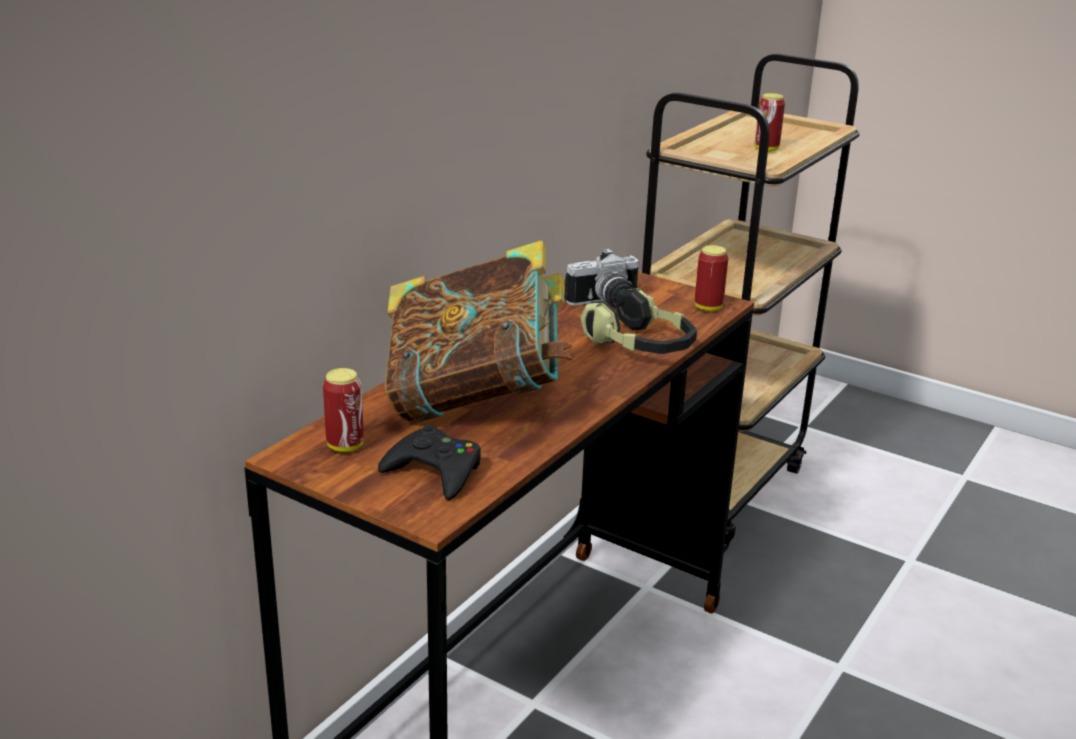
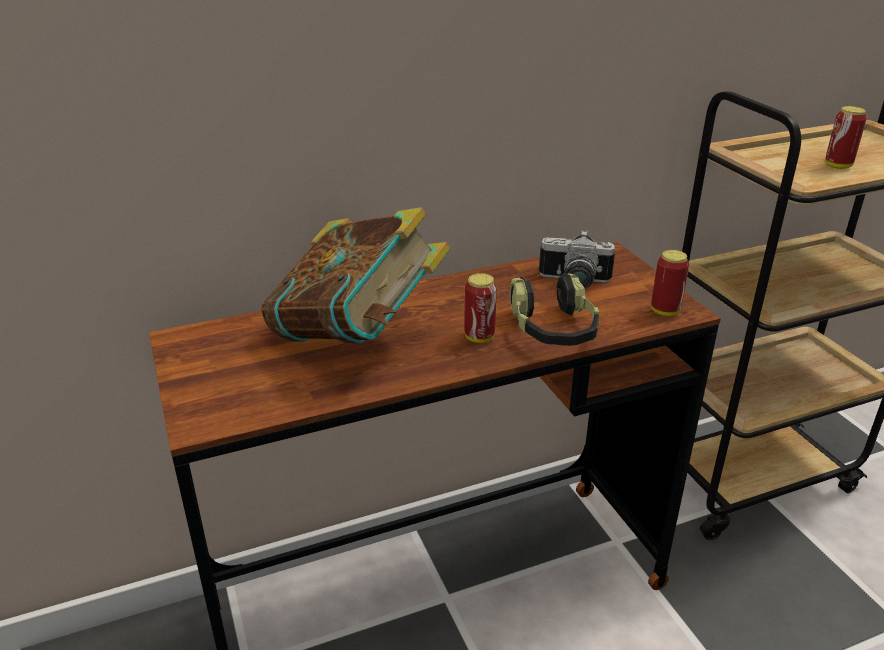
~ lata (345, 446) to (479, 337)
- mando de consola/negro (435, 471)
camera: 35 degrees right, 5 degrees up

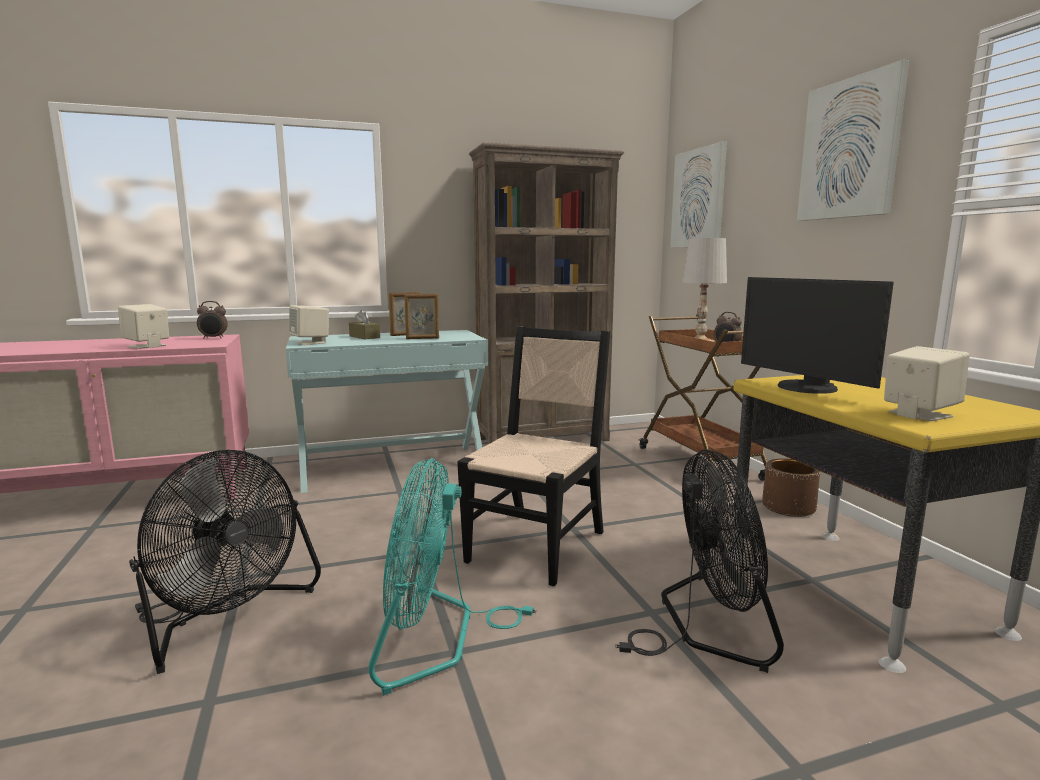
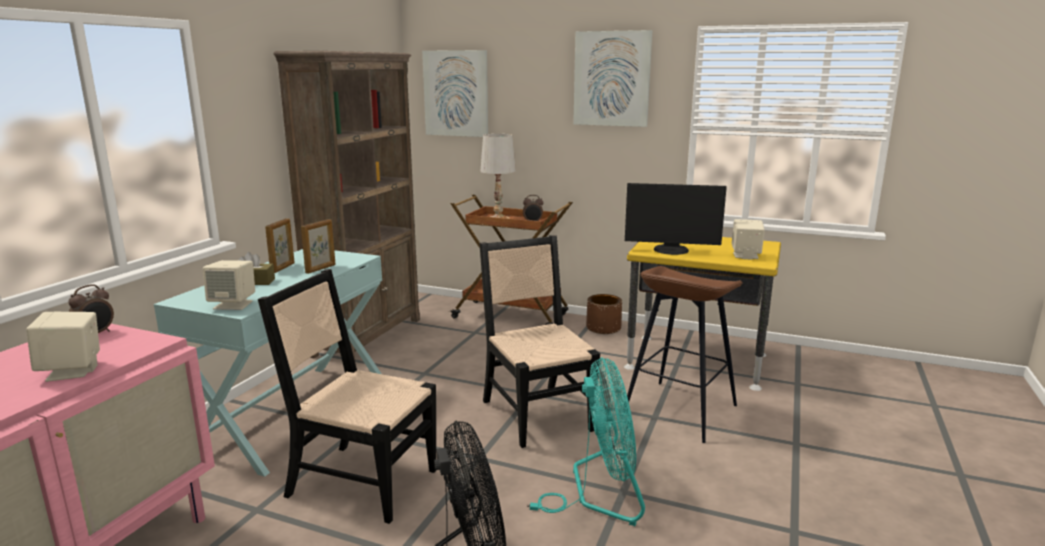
~ ventilador/negro (699, 623) to taburete/marrón (679, 410)
~ ventilador/turquesa (440, 632) = (596, 488) 135 degrees counterclockwise
+ silla (363, 483)
camera: 50 degrees left, 5 degrees up

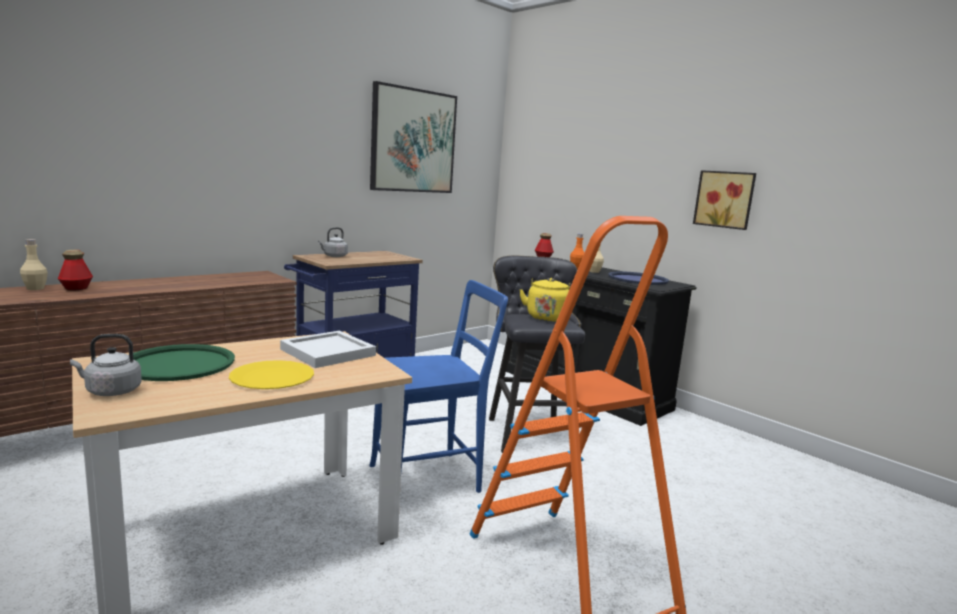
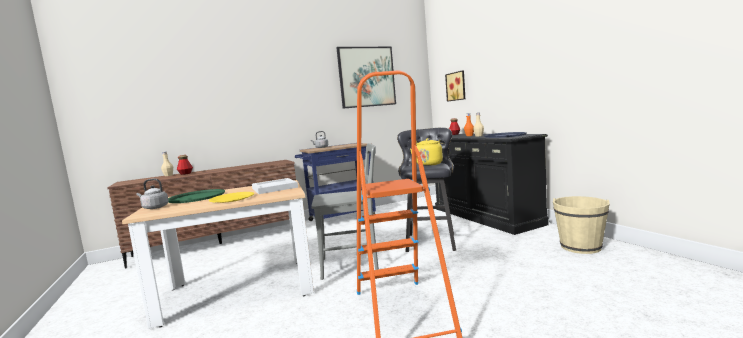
~ cuadro (725, 199) to (456, 86)
~ silla/azul (431, 478) to silla/gris (353, 265)
+ cubo/beis (580, 247)
camera: 20 degrees right, 5 degrees down

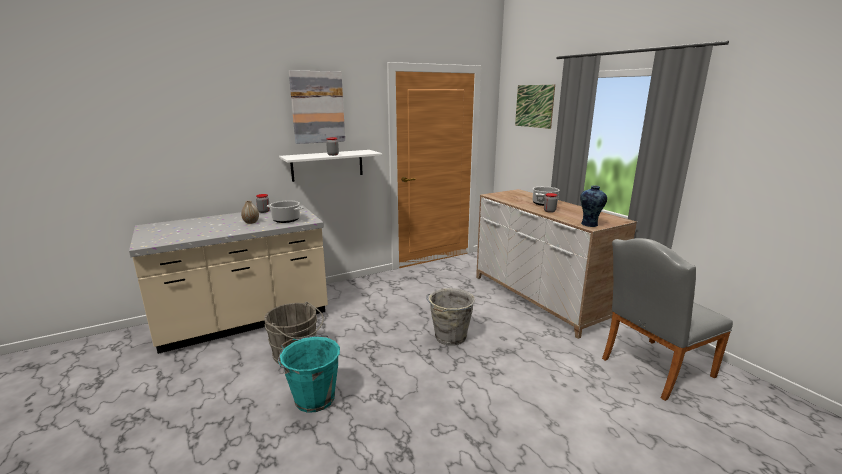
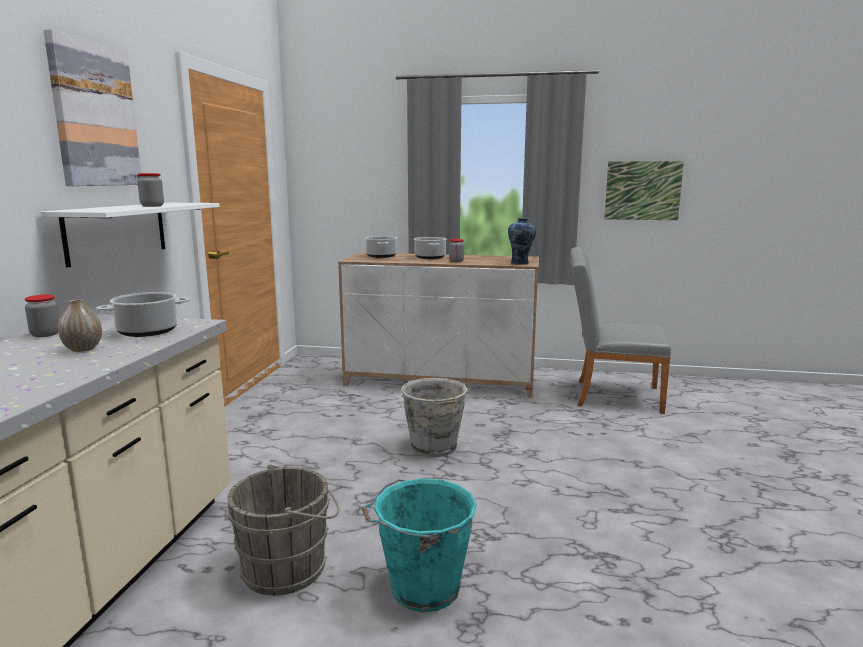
~ cuadro (534, 106) to (643, 190)
~ silla/gris (652, 369) = (610, 395) 90 degrees clockwise
+ olla (381, 256)
camera: 50 degrees left, 5 degrees down

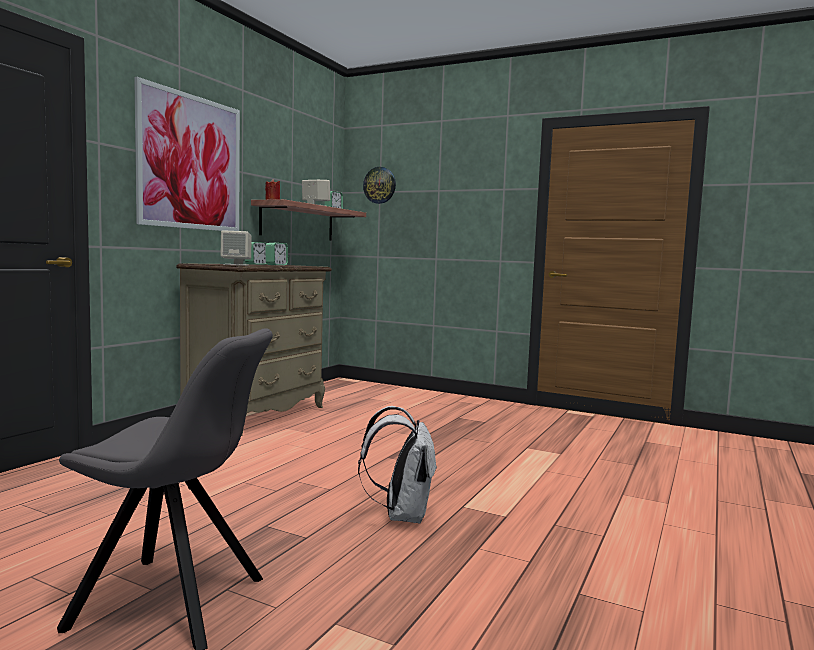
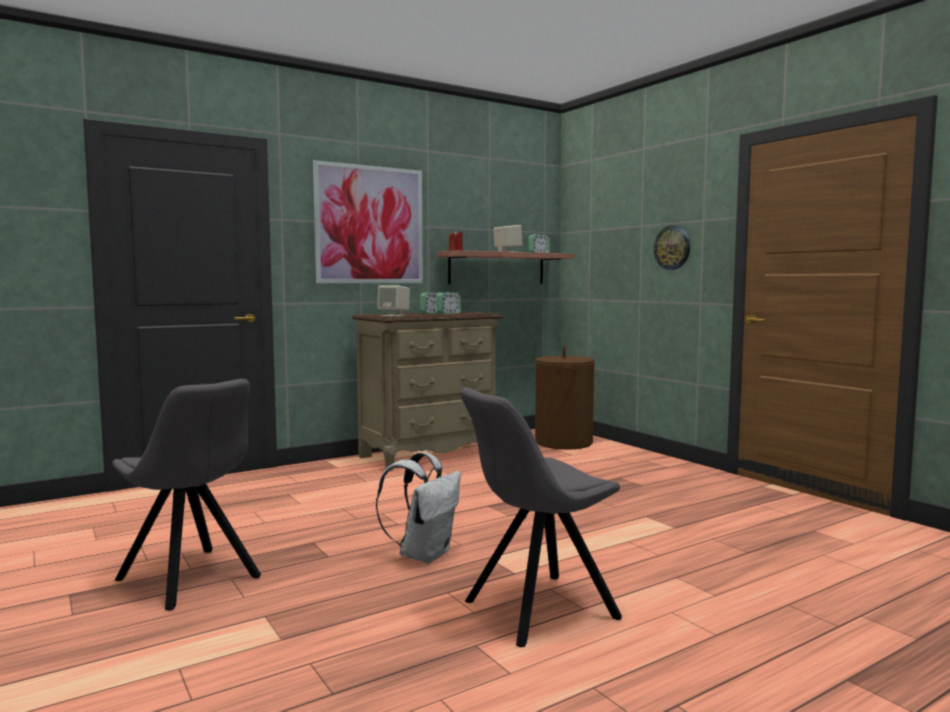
~ reloj de pared (379, 185) to (672, 247)
+ cesto de la ropa/marrón (563, 442)
+ silla/gris (539, 609)
camera: 30 degrees right, 0 degrees up

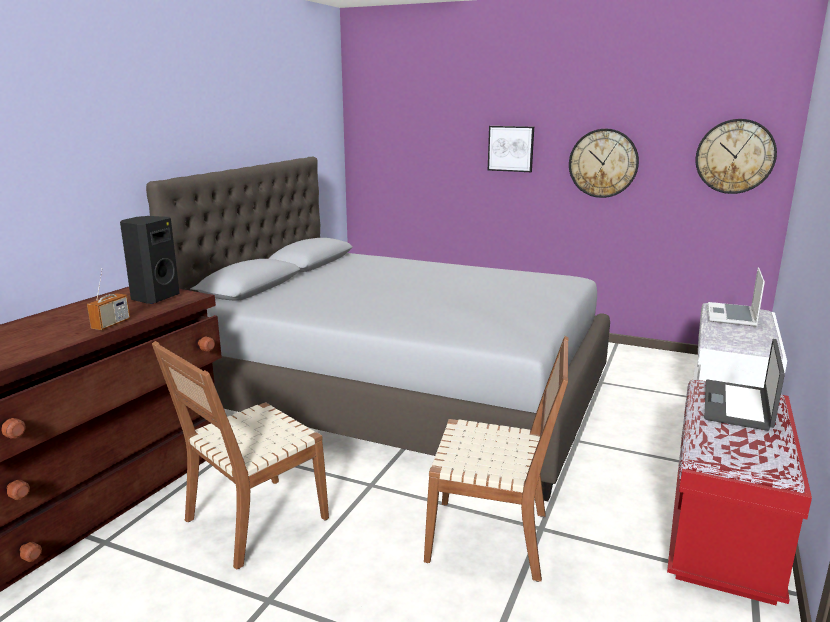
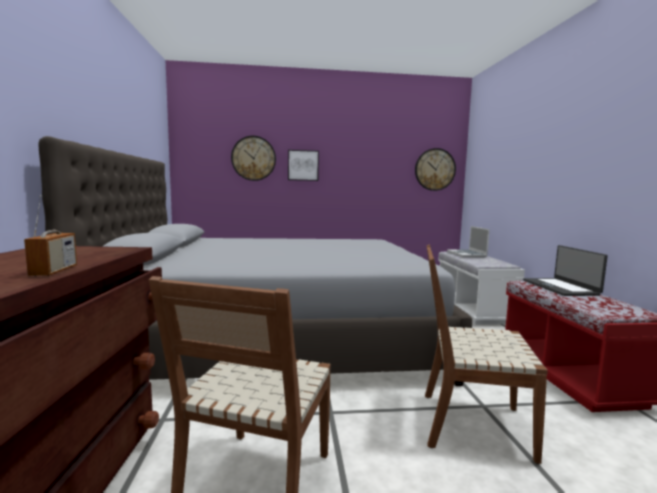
~ reloj de pared (603, 163) to (253, 158)
- altavoz/negro (154, 298)
~ silla (494, 539) = (468, 425) 150 degrees counterclockwise
camera: 30 degrees left, 10 degrees down

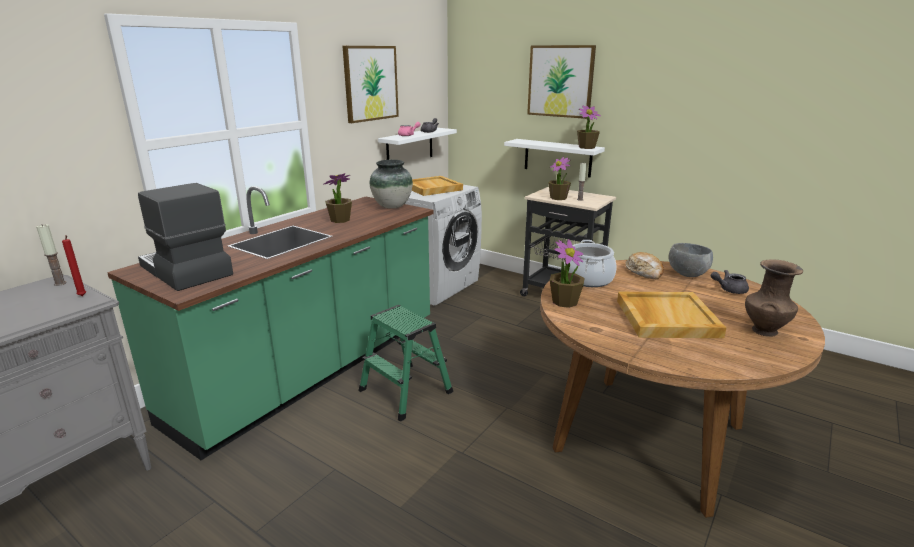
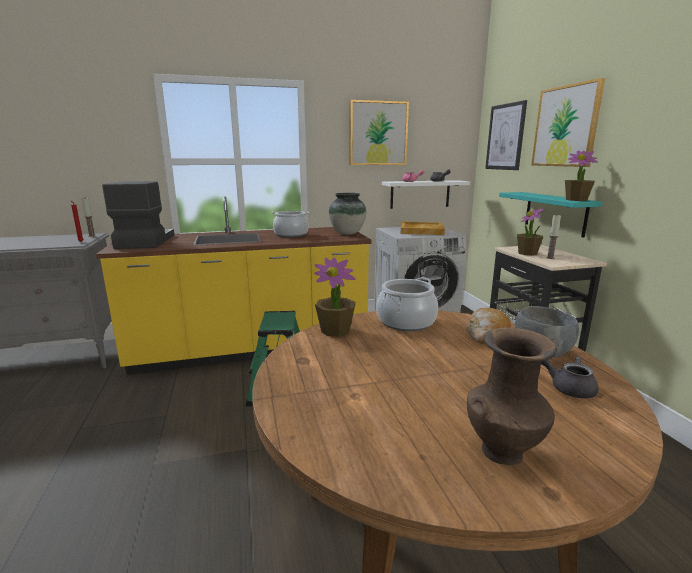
~ estante/blanco (557, 158) to estante/turquesa (555, 213)
~ planta en maceta (340, 220) to olla (291, 234)
~ mueble bajo de cocina/verde (313, 370) to mueble bajo de cocina/amarillo (251, 349)
- bandeja/beis (665, 318)
+ cuadro (505, 137)
camera: 40 degrees right, 5 degrees down

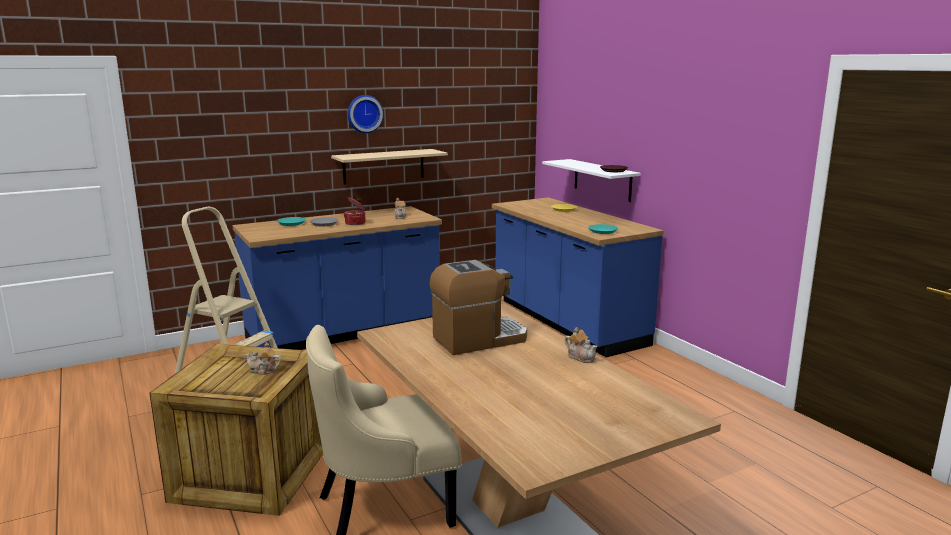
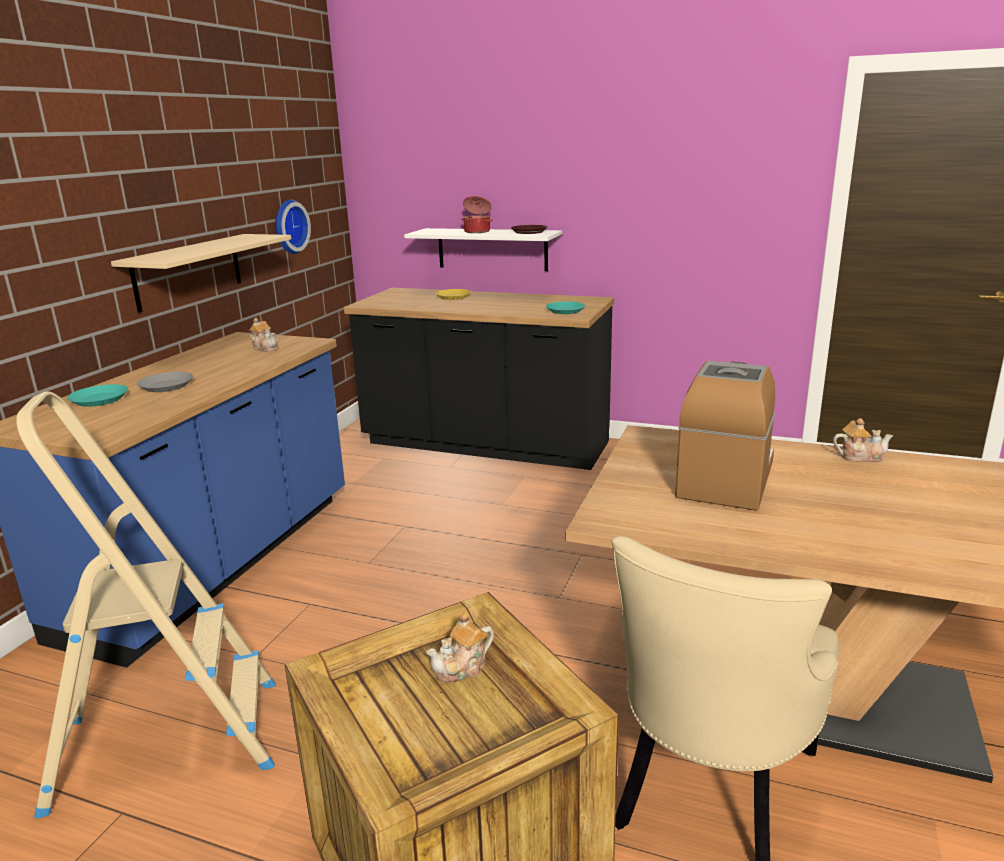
~ reloj de pared (364, 113) to (288, 226)
~ olla (356, 223) to (477, 231)
~ mueble bajo de cocina/azul (566, 322) to mueble bajo de cocina/negro (485, 445)
camera: 40 degrees left, 5 degrees up

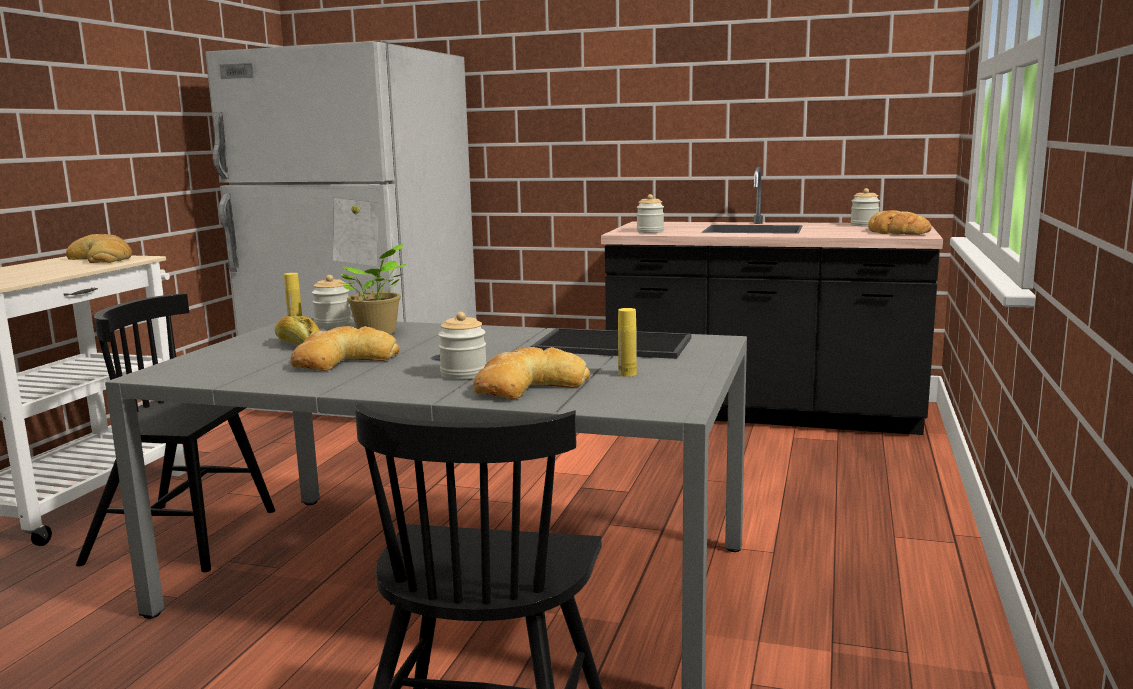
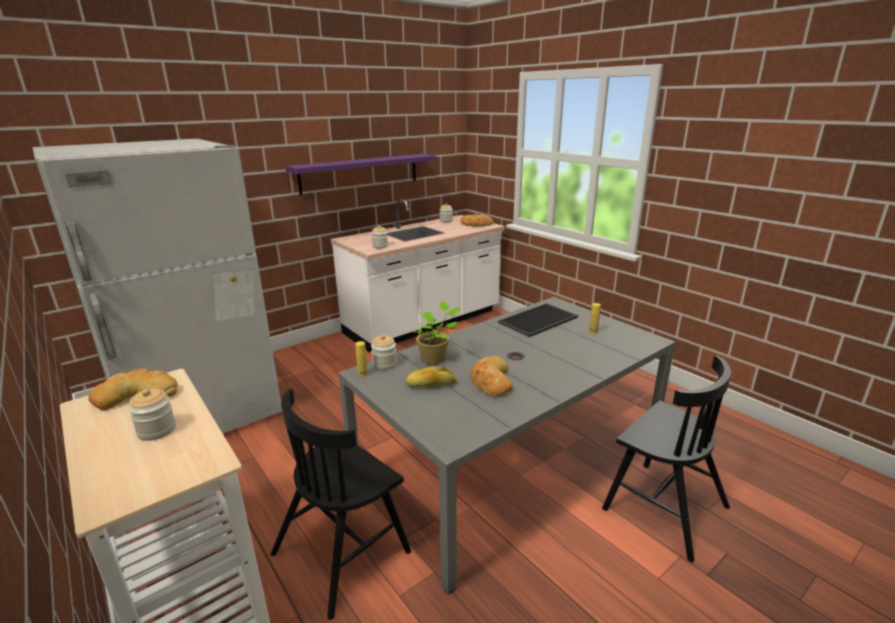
~ mueble bajo de cocina/negro (763, 411) to mueble bajo de cocina/blanco (424, 323)
~ tarro (463, 374) to (157, 430)
- pan (528, 386)
+ estante/morado (360, 173)
camera: 55 degrees left, 10 degrees up

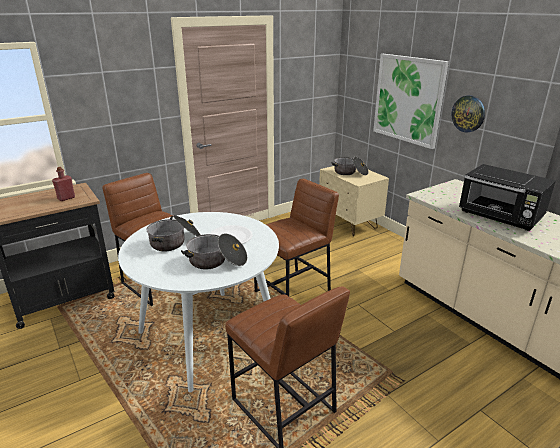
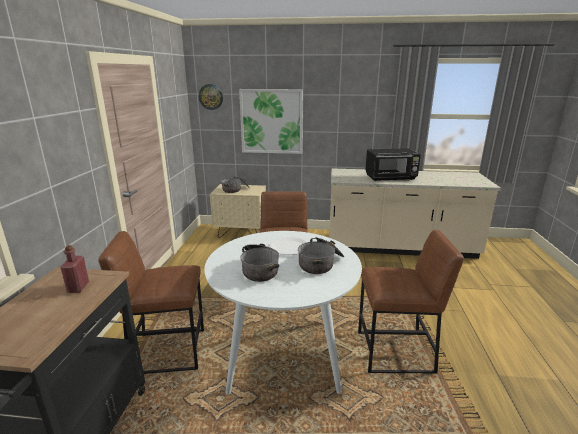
~ reloj de pared (468, 113) to (211, 97)
camera: 50 degrees left, 5 degrees down

